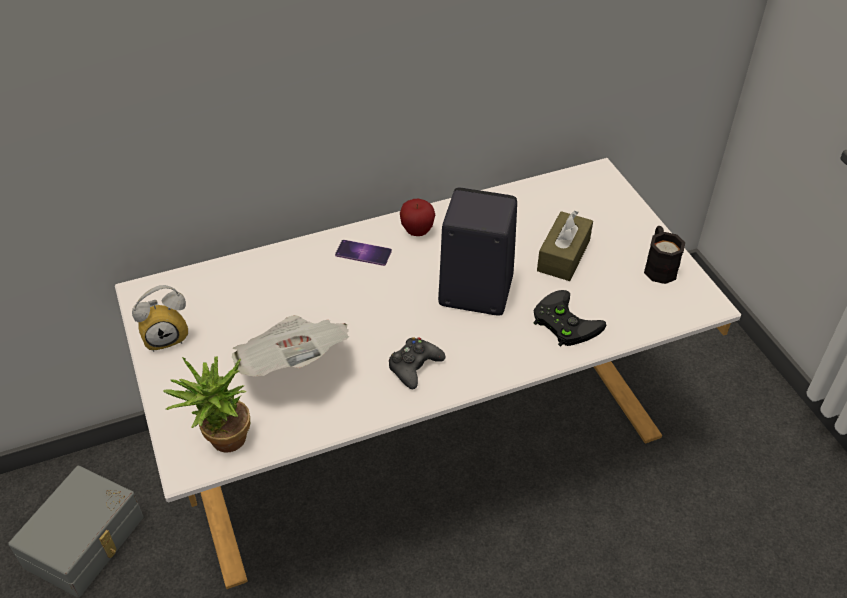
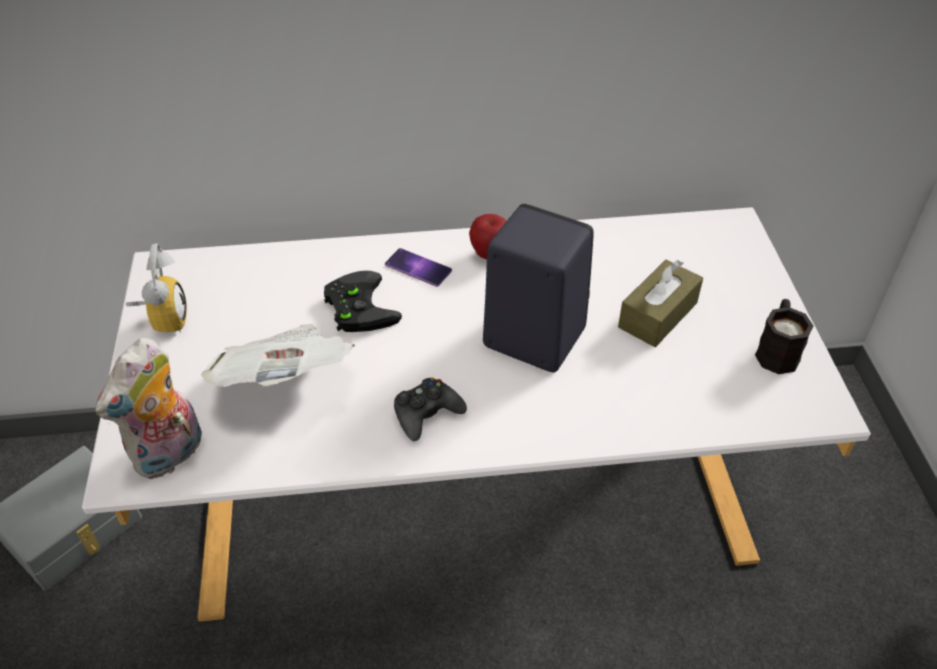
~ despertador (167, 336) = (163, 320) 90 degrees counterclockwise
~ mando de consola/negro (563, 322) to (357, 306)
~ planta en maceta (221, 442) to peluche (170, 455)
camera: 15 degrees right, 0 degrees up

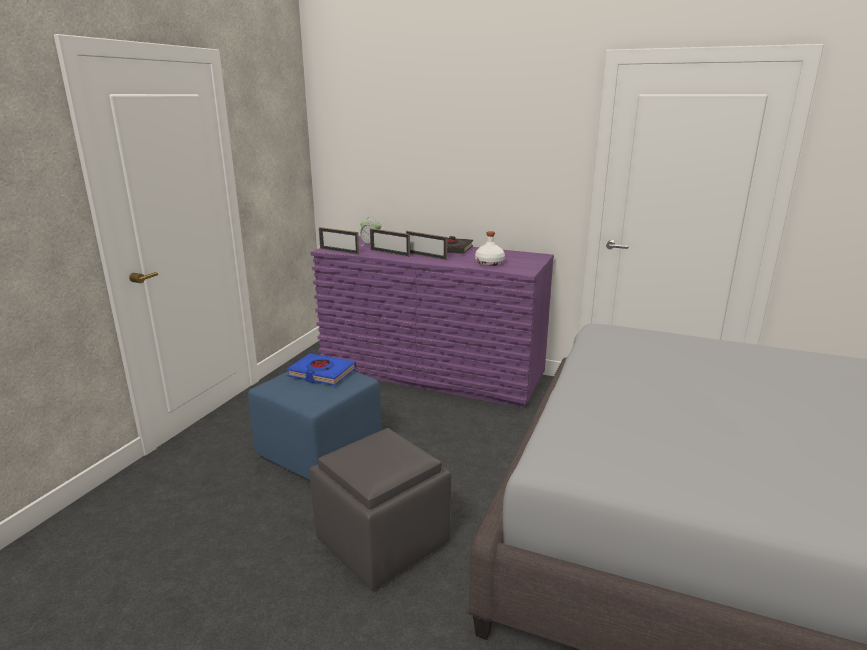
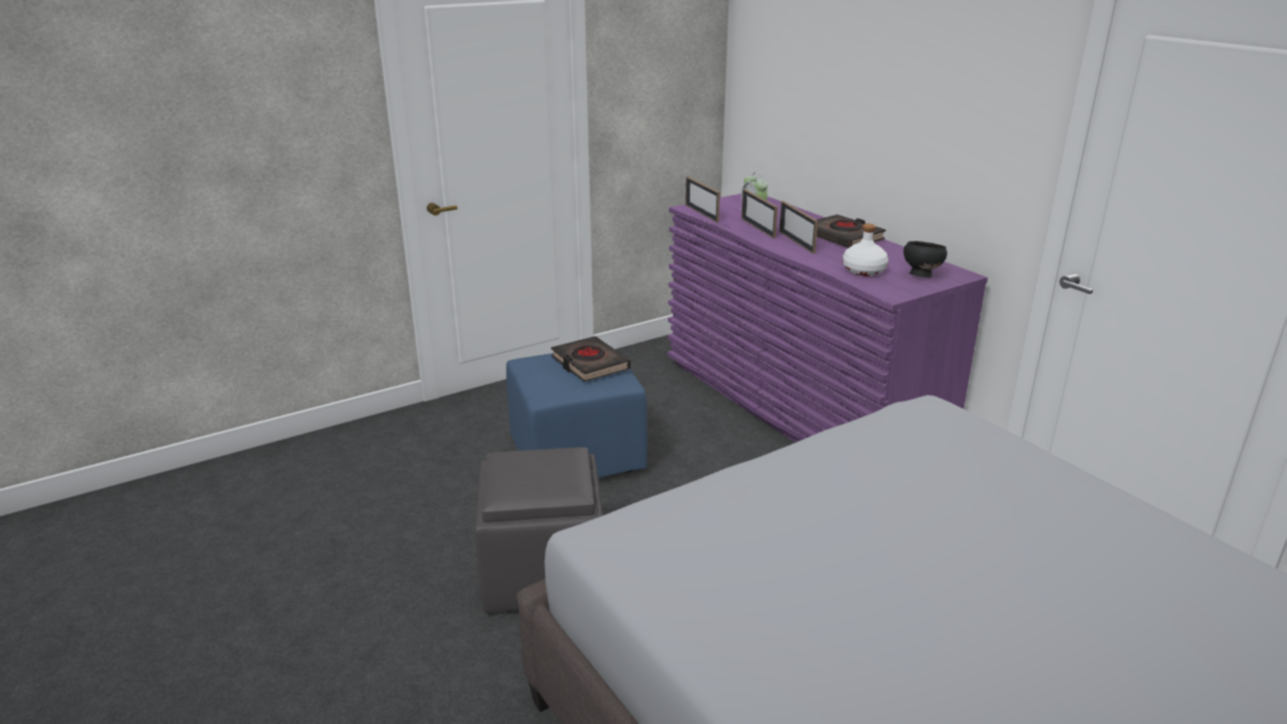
~ libro/azul (322, 373) to libro/negro (589, 364)
+ cuenco/negro (920, 276)
camera: 35 degrees right, 5 degrees up

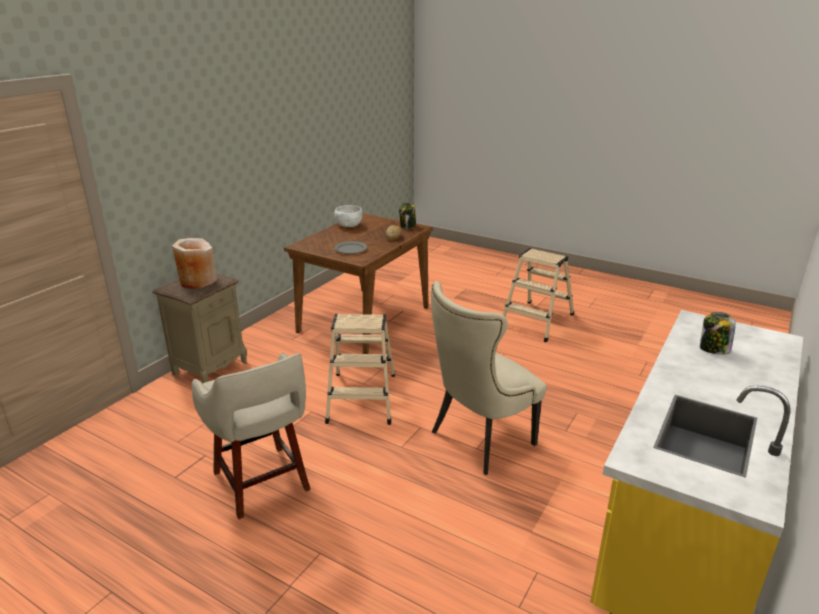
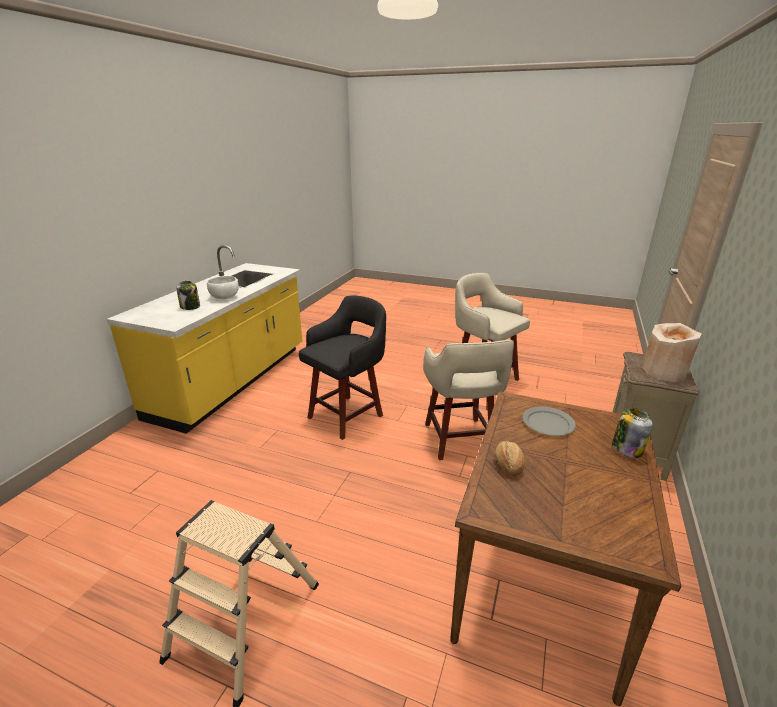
~ tarro (407, 226) to (626, 448)
~ cuenco/blanco (348, 225) to (225, 297)
~ silla/beis (481, 440) to taburete/negro (348, 415)
~ escalera de tijera/beis (362, 397) to taburete/beis (459, 441)
camera: 170 degrees right, 0 degrees up

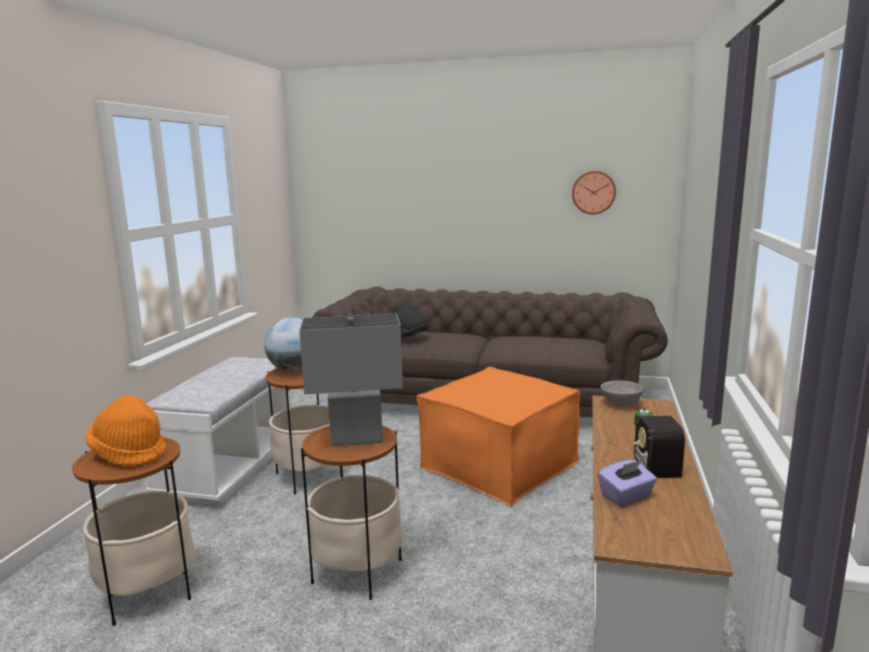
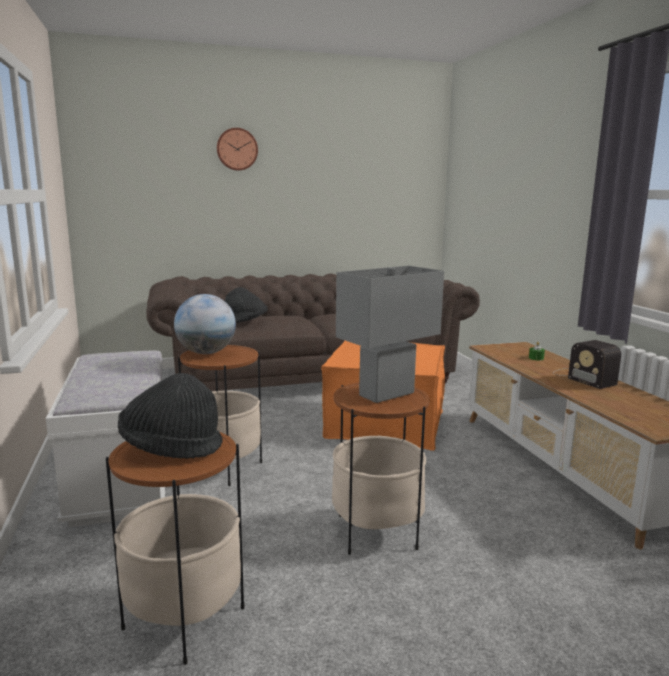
~ reloj de pared (593, 192) to (237, 149)
- cuenco/gris (620, 404)
~ sombrero/naranja (129, 453) to sombrero/negro (171, 448)
- caja de pañuelos/morado (626, 496)
camera: 30 degrees left, 0 degrees up

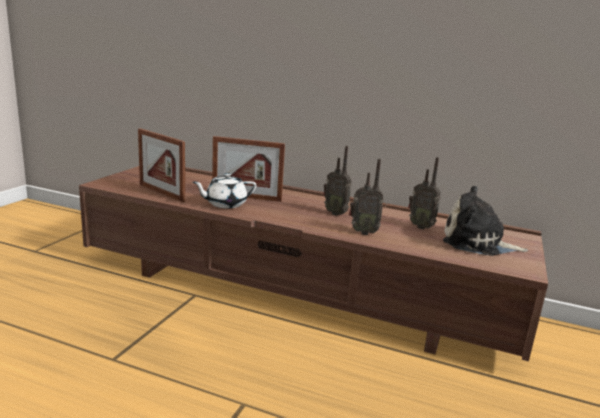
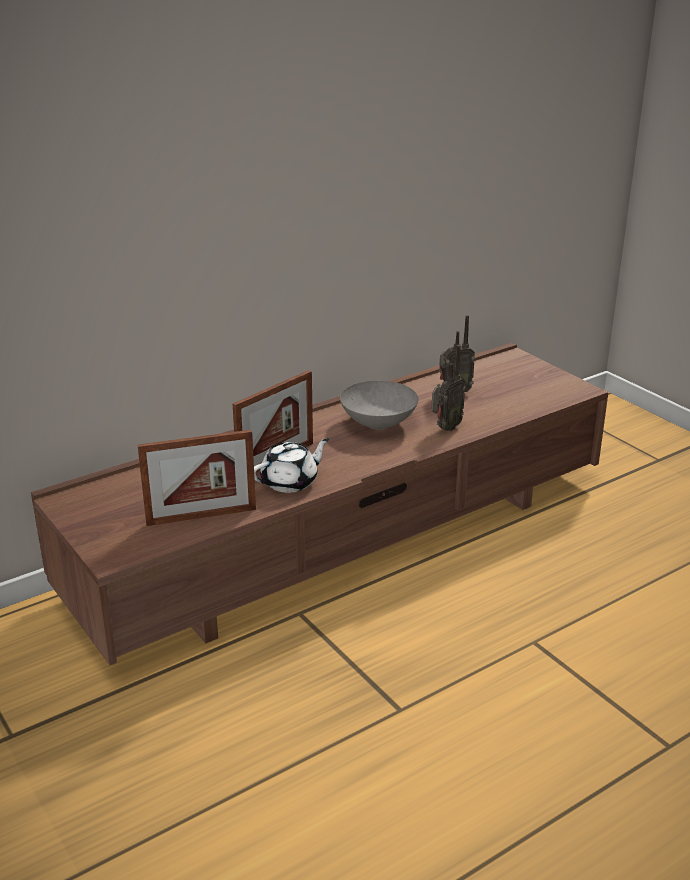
~ radio (336, 213) to cuenco/gris (379, 423)
~ tetera/blanco (225, 204) = (290, 482) 135 degrees counterclockwise
- peluche (477, 243)
camera: 55 degrees left, 10 degrees up

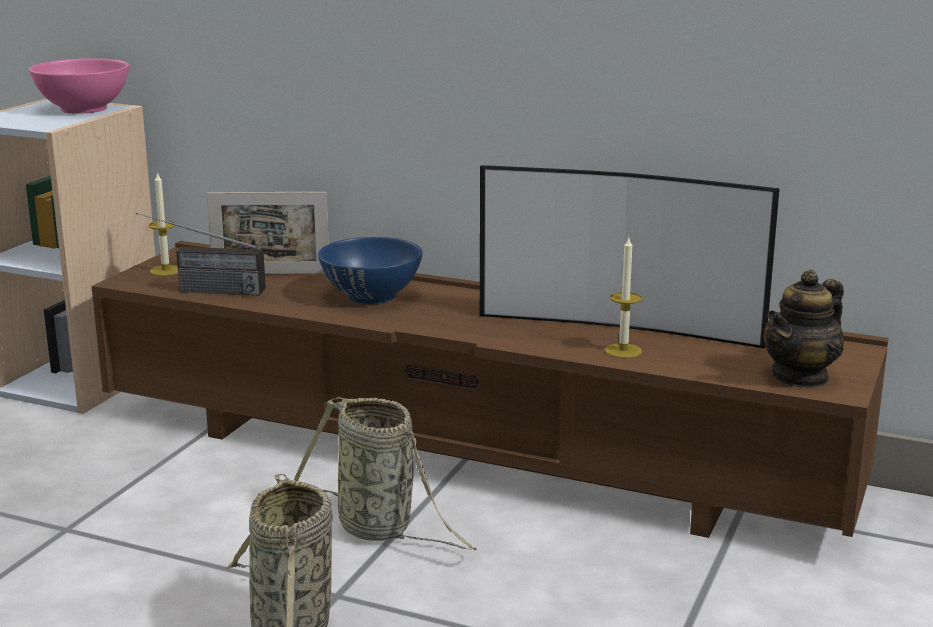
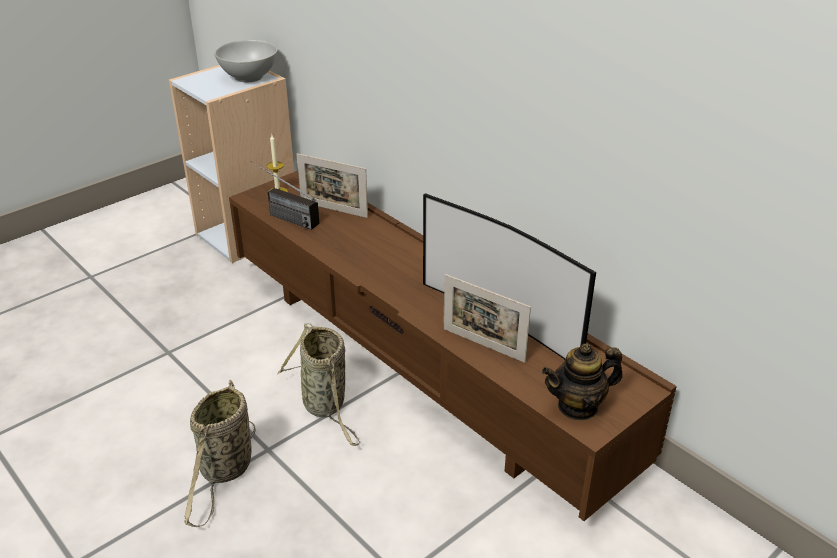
~ cuenco/rosa (83, 109) to cuenco/blanco (249, 77)
- cuenco/azul (372, 295)
~ vela (623, 351) to portarretratos (483, 345)
camera: 25 degrees right, 15 degrees up

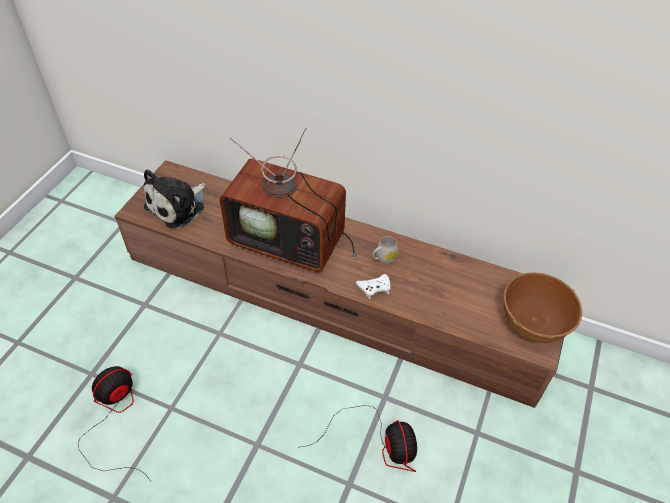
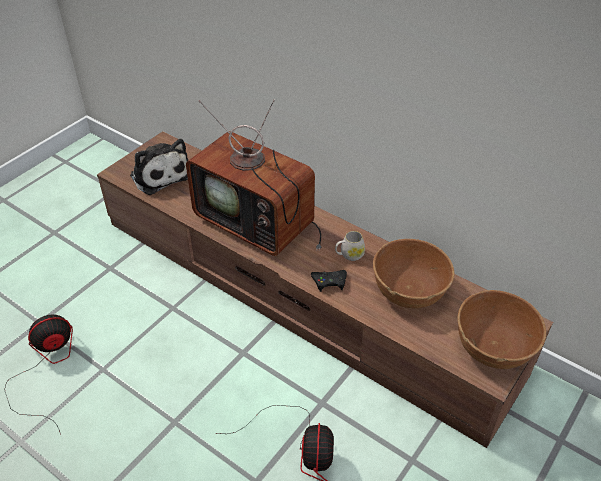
~ peluche (178, 206) = (159, 174) 90 degrees counterclockwise
~ mando de consola/blanco (374, 288) to mando de consola/negro (329, 282)
+ cuenco/marrón (409, 291)
camera: 15 degrees right, 5 degrees down

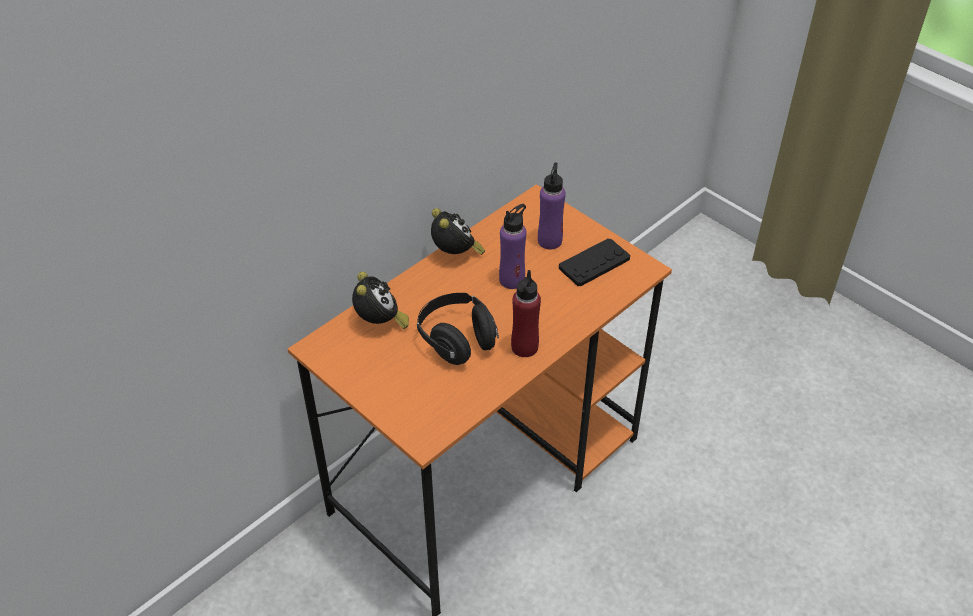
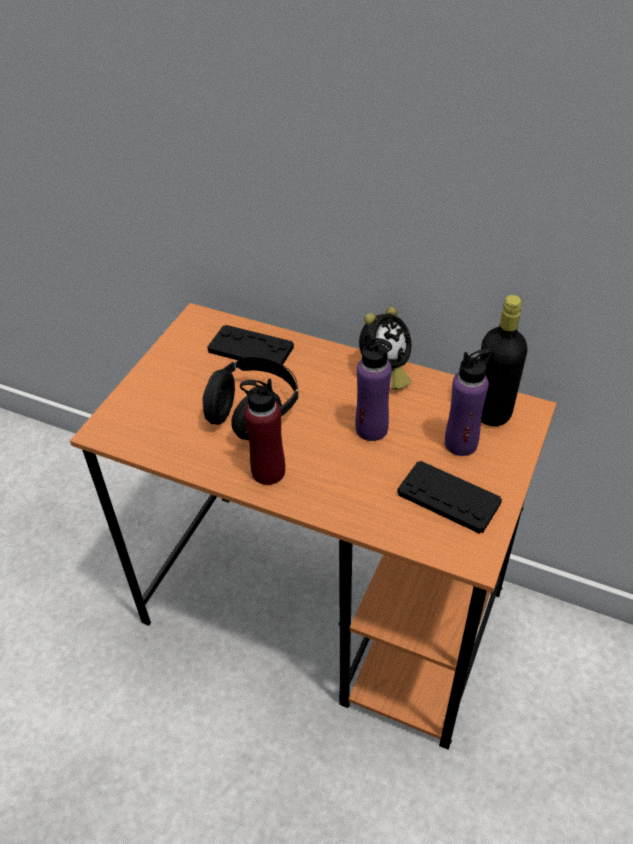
~ despertador (380, 323) to mando de consola/negro (250, 349)
+ botella/negro (491, 413)
camera: 70 degrees right, 0 degrees up

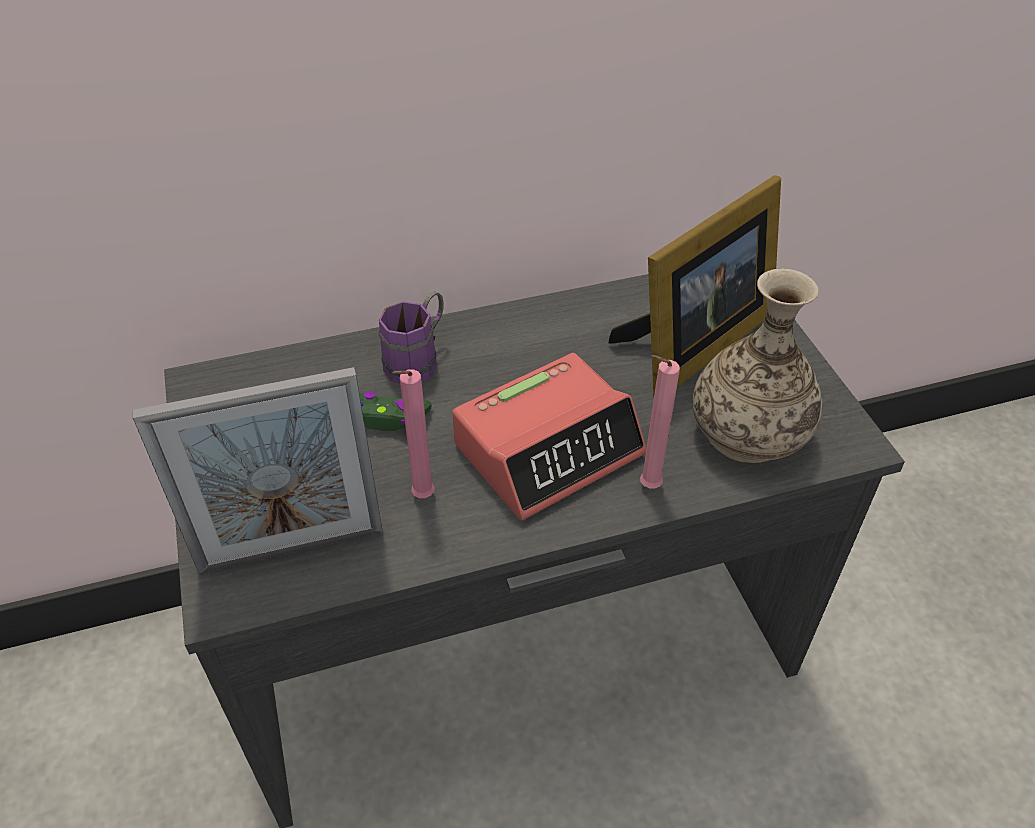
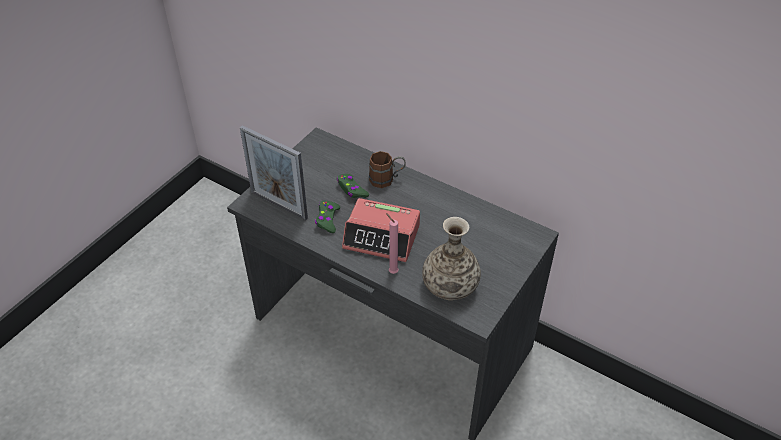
- portarretratos (692, 345)
~ taza grande/morado (418, 359) to taza grande/marrón (387, 179)
~ vela/rosa (420, 498) to mando de consola/verde (327, 219)
camera: 50 degrees right, 0 degrees up

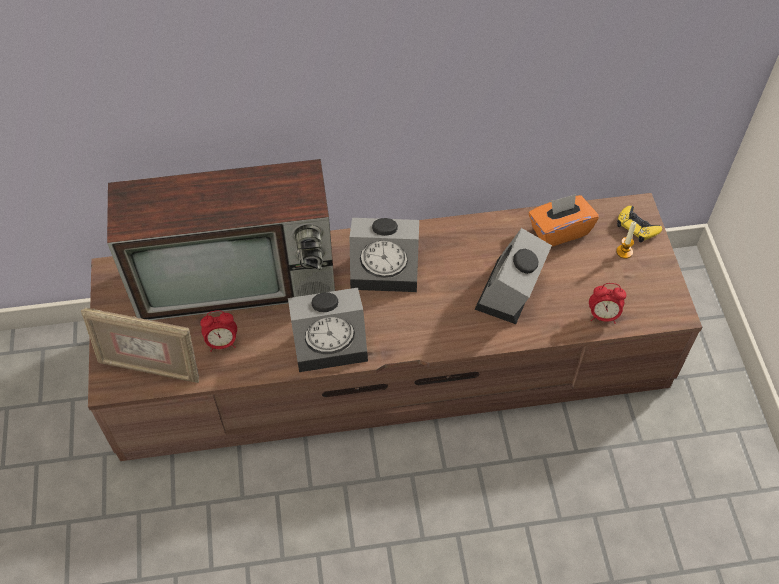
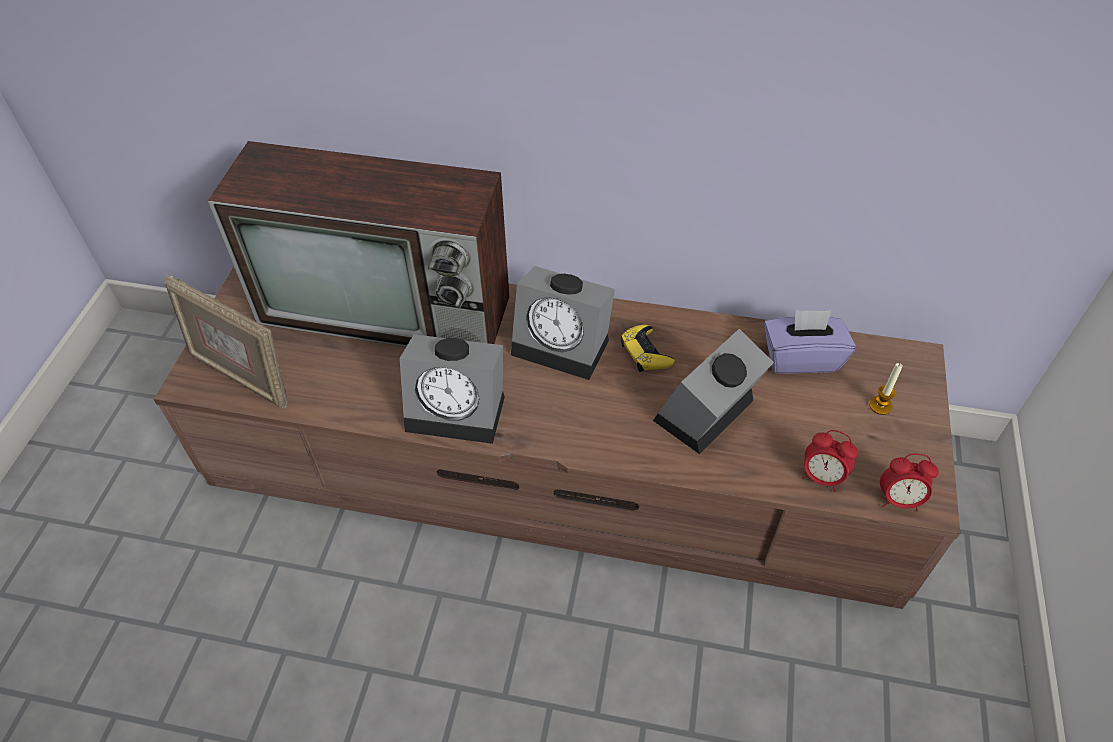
~ caja de pañuelos/naranja (559, 231) to caja de pañuelos/morado (801, 358)
~ mando de consola/amarillo (637, 227) to (645, 353)
~ despertador (222, 343) to (898, 500)
camera: 20 degrees right, 5 degrees down

